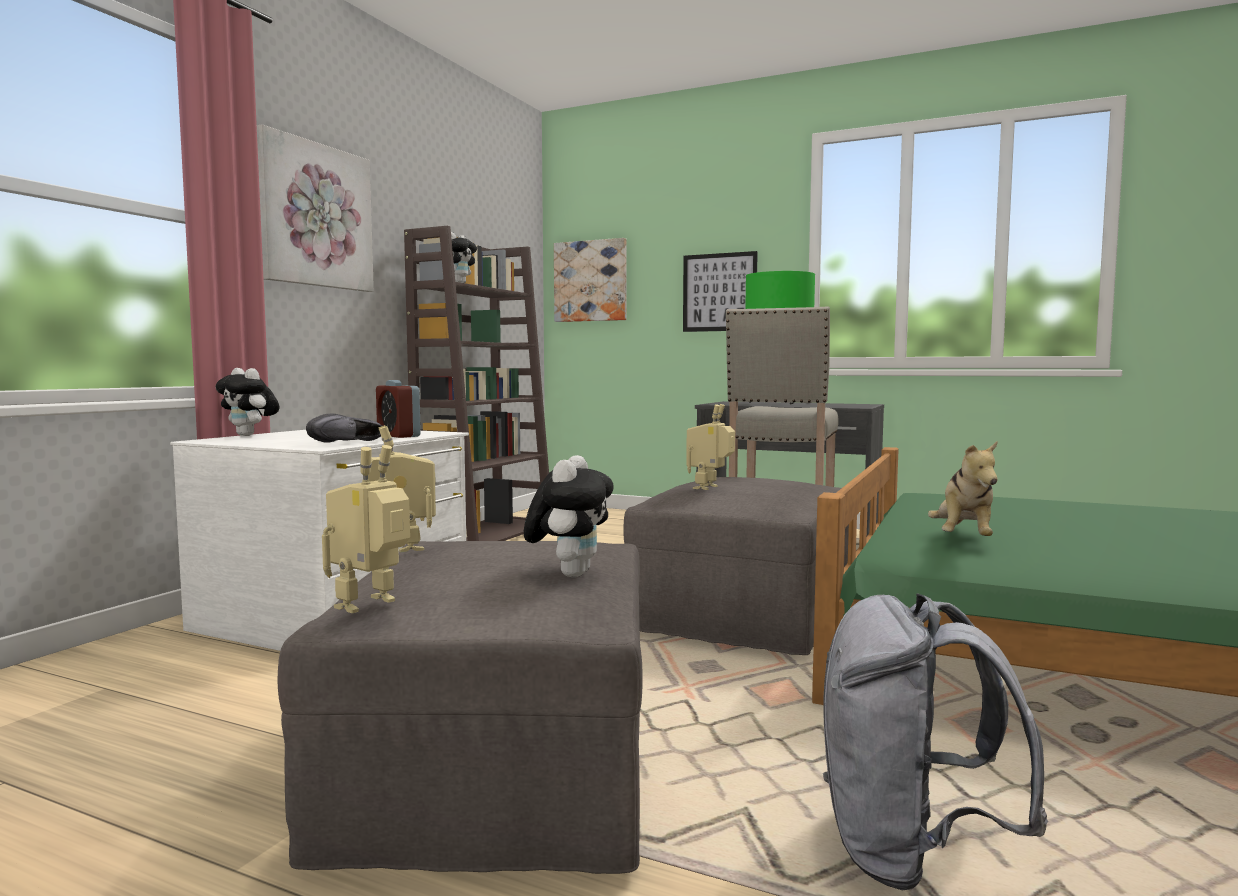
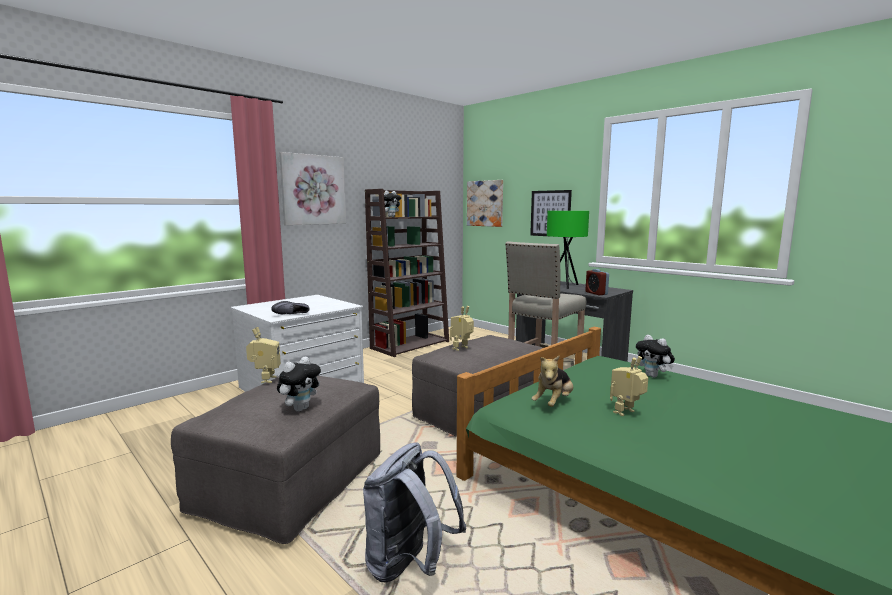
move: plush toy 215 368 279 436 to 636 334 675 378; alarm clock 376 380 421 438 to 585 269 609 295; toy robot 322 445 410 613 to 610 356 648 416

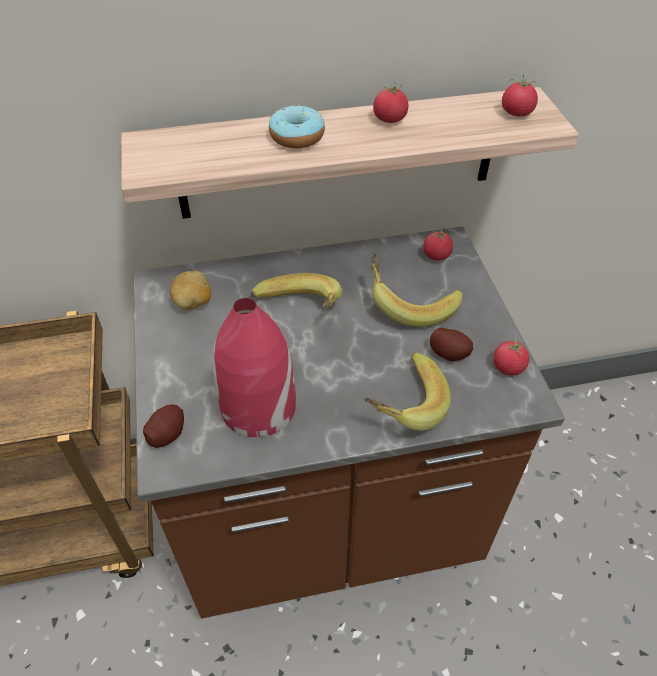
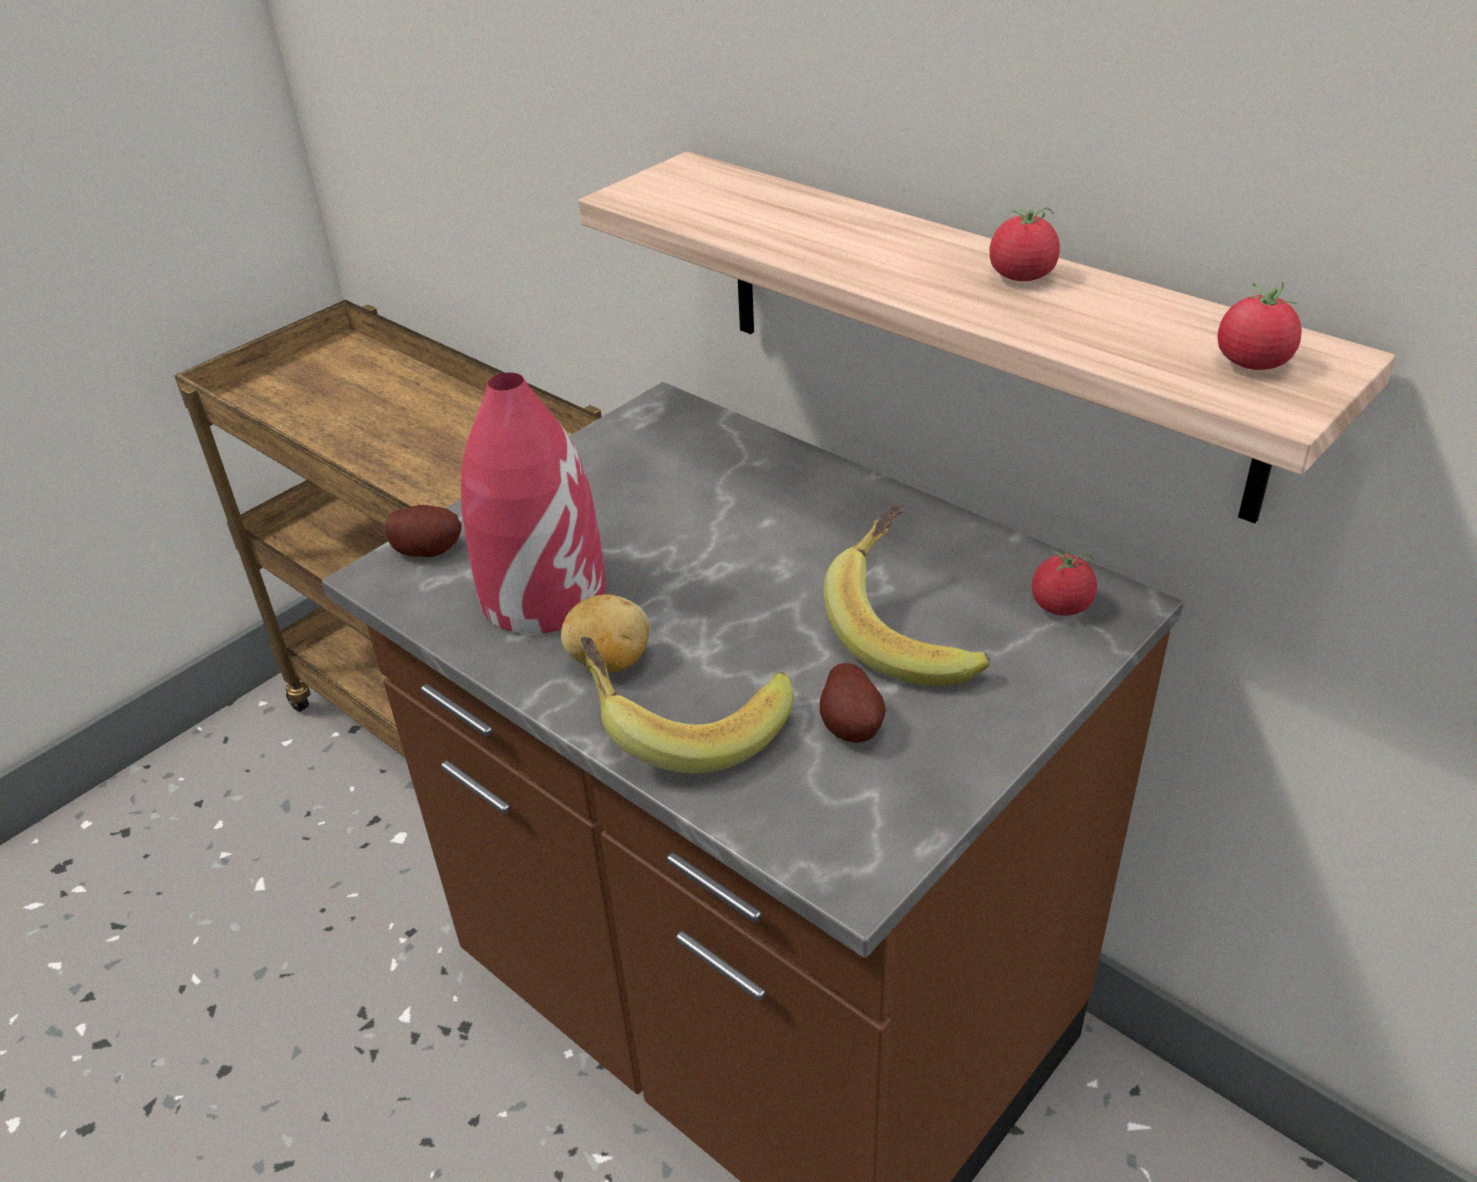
delete: donut 269 105 325 148; banana 251 273 343 311; tomato 493 336 529 375
move: potato 170 271 211 310 to 561 595 650 672

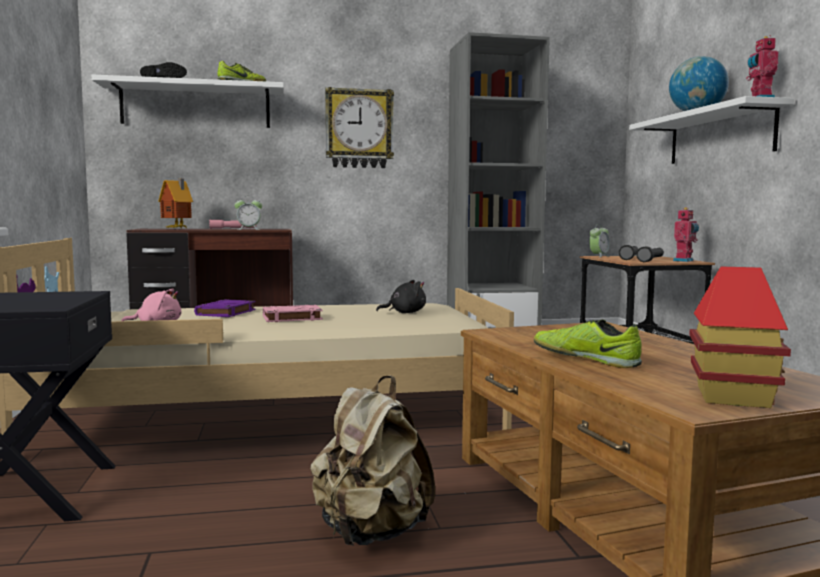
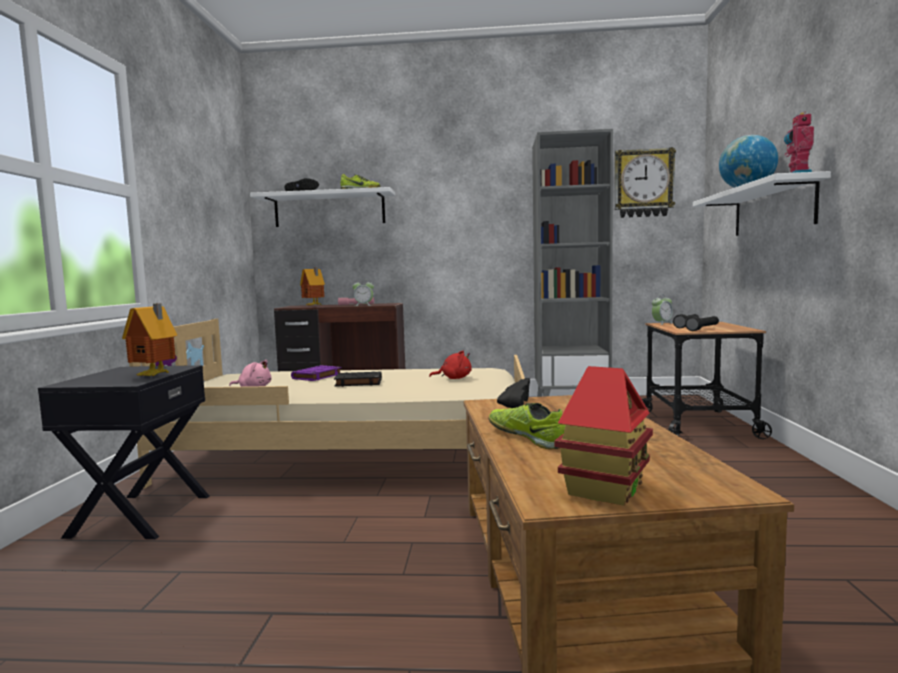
delete: toy robot 673 207 699 262; beige backpack 310 375 435 546
insert: toy house 122 303 177 376; black shoe 497 378 530 408
move: wall clock 325 87 394 168 to 614 147 676 218
recolor: black plush toy 376 280 426 313 to red plush toy 429 350 471 379; pink book 263 304 323 322 to black book 334 371 382 387

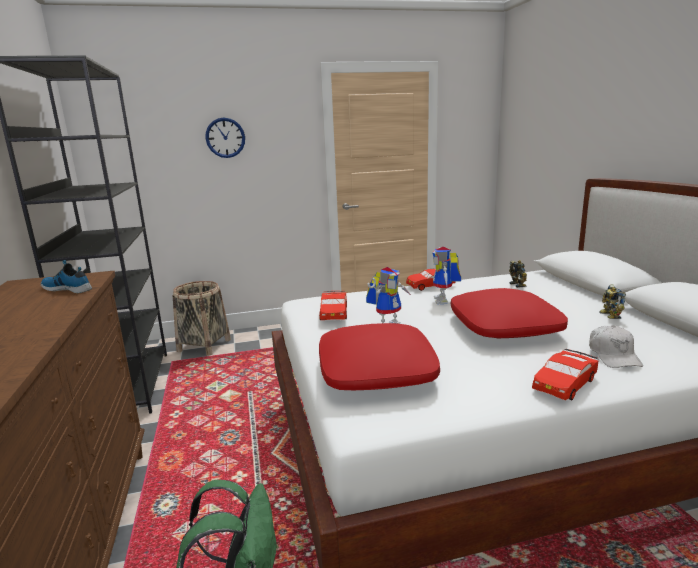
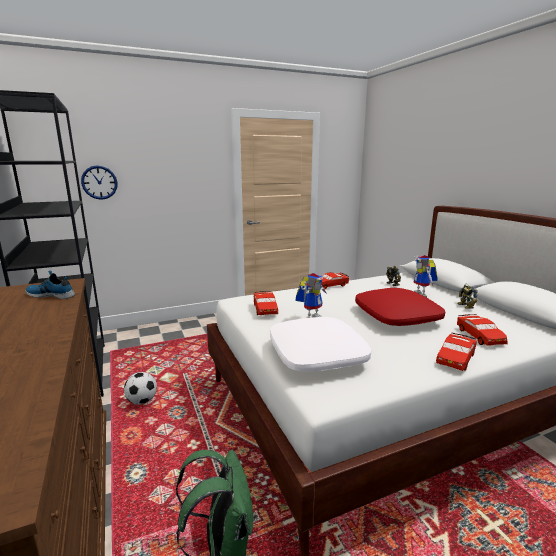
delete: basket 173 281 231 356
insert: football 124 372 157 405
move: wall clock 205 118 245 158 to 81 165 118 200; toy robot 432 247 461 304 to 414 255 438 298
replace: white cap 589 325 643 368 to red toy car 457 314 508 346
recolor: red pillow 319 323 440 390 to white pillow 270 317 371 372

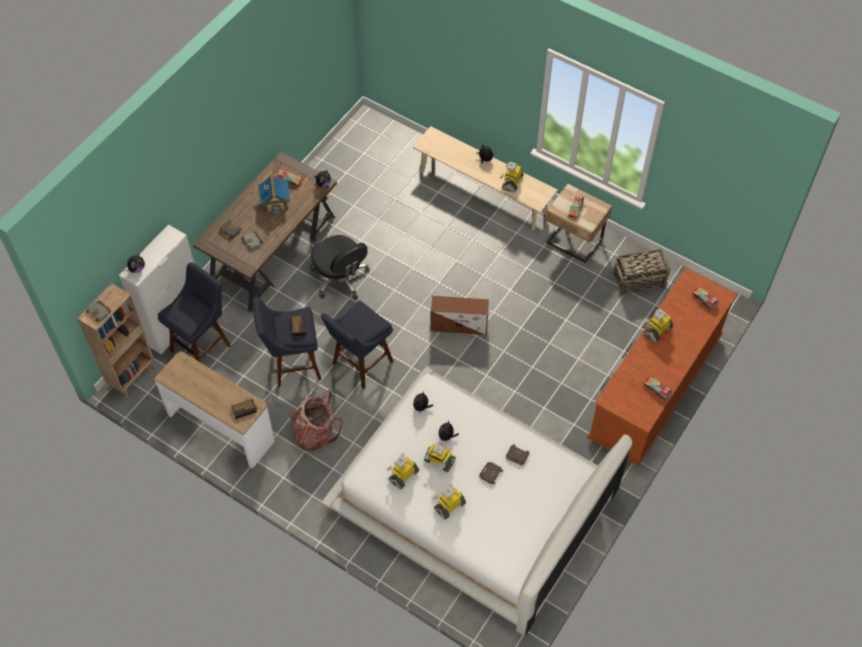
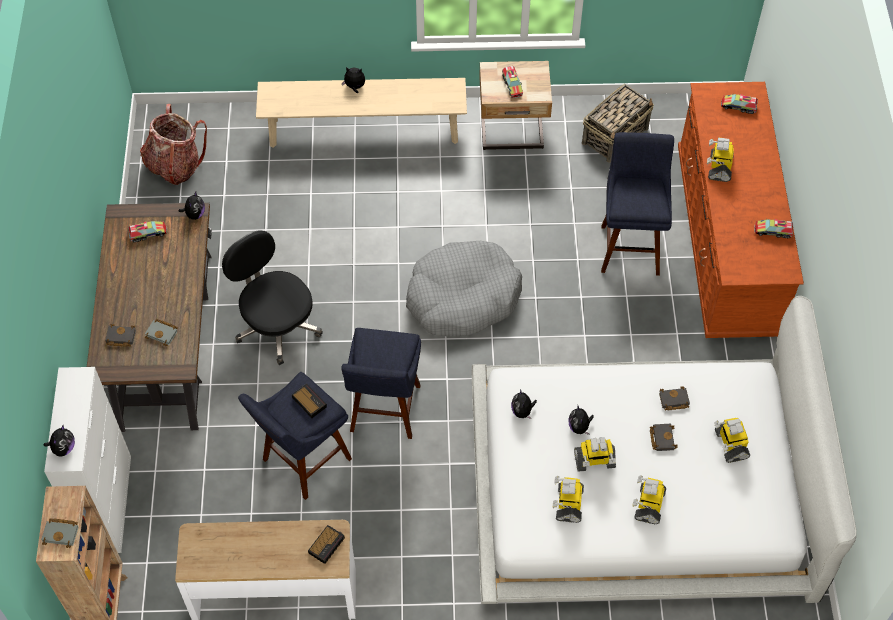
delete: toy house 258 174 290 215
move: toy robot 500 162 524 193 to 714 418 750 463; blue stool 158 262 231 363 to 601 132 674 276; backpack 290 390 343 451 to 140 104 207 185
replace: brown storage box 431 296 489 335 to grey dog bed 406 241 522 336
rotate: black office chair 310 235 369 299 = 222 230 323 365 150 degrees counterclockwise

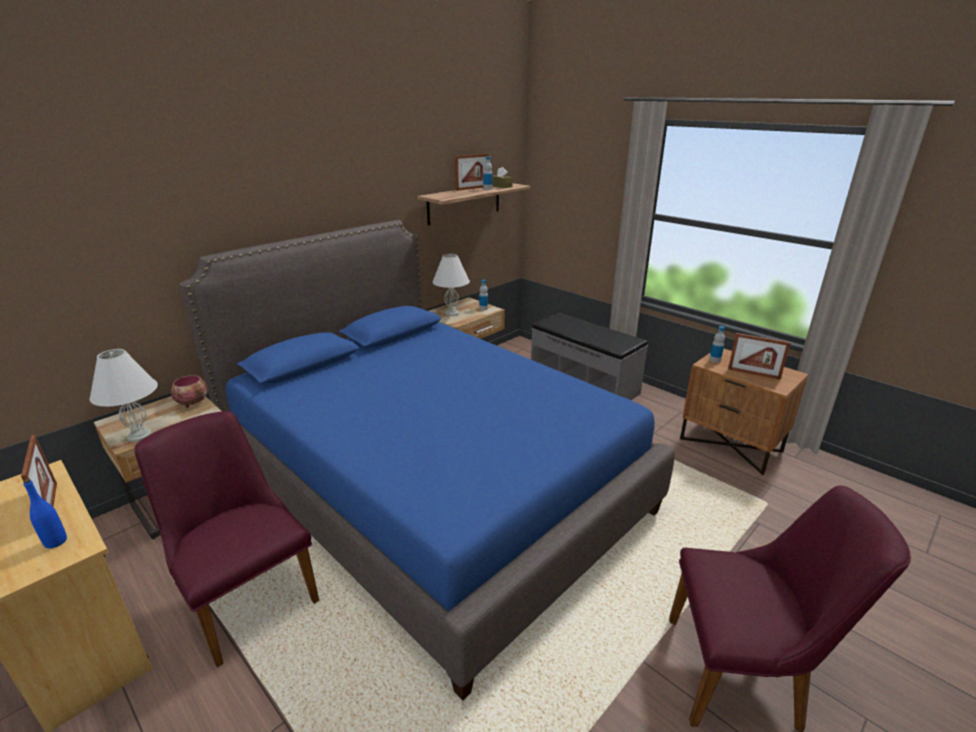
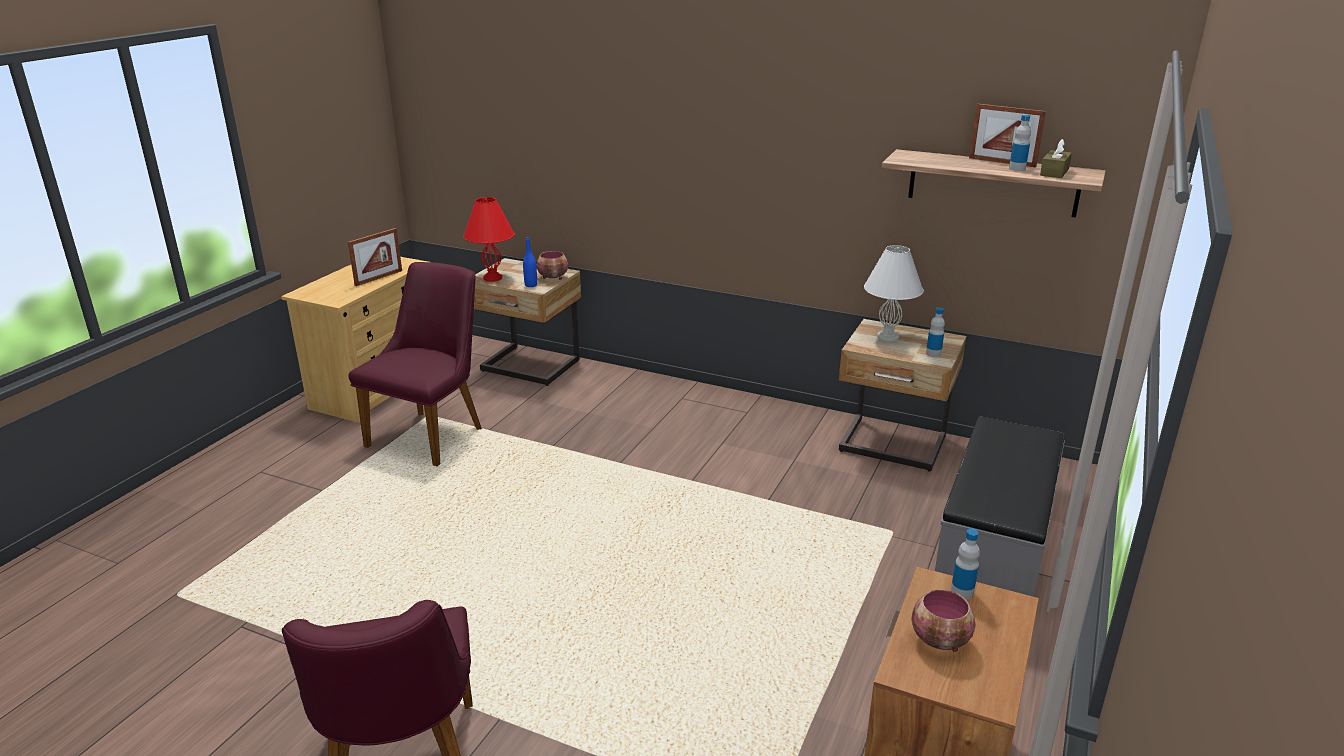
delete: blue bed 179 220 675 700
move: blue bottle 23 479 67 548 to 523 237 537 287
replace: picture frame 728 333 791 380 to bowl 912 589 975 652
recolor: white table lamp 89 349 158 442 to red table lamp 463 197 515 282

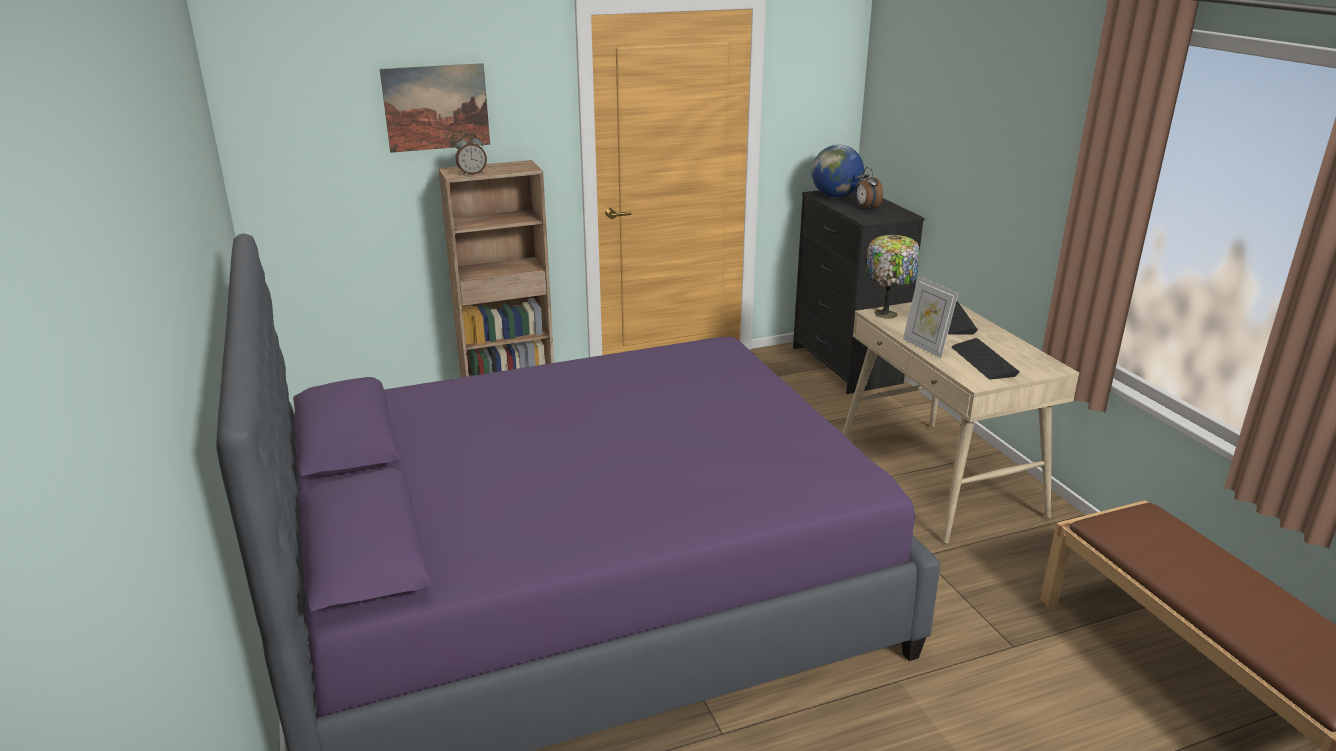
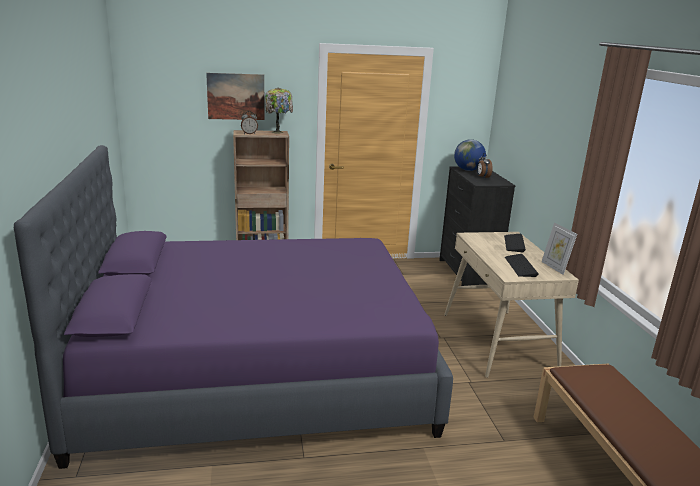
move: table lamp 866 235 920 319 to 265 87 293 134; picture frame 903 276 958 358 to 542 222 577 275

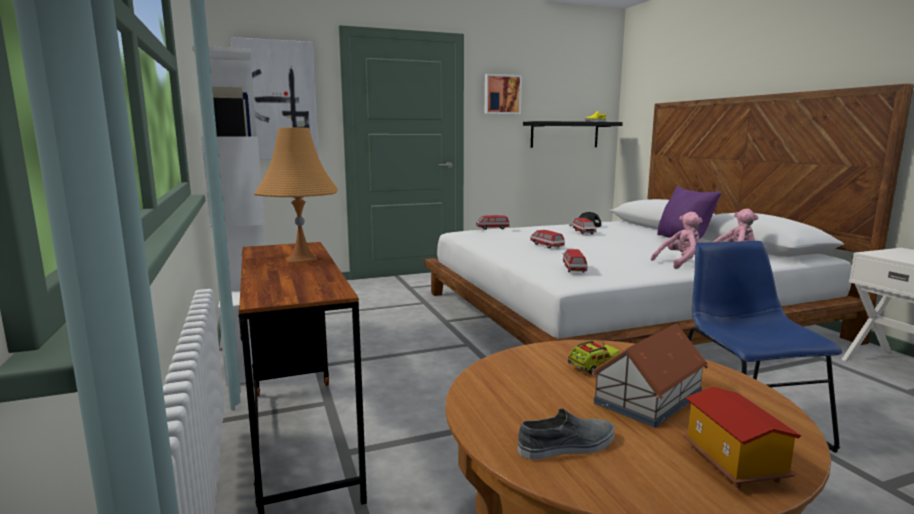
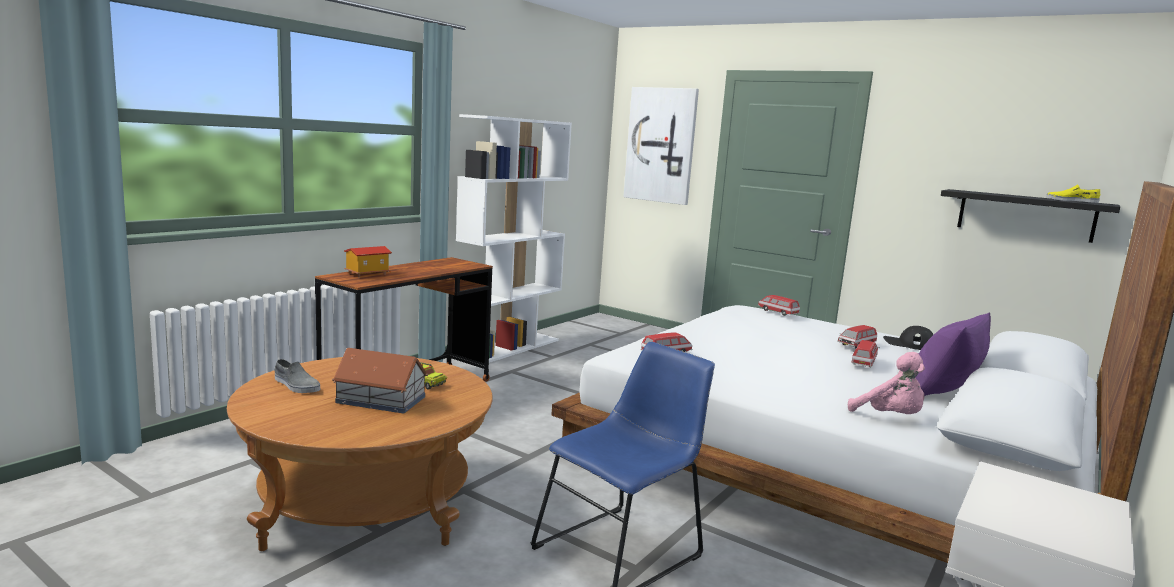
delete: picture 485 74 522 114; orange table lamp 254 128 338 263; pink plush toy 651 212 702 269
move: toy car 530 230 565 248 to 851 340 880 367; toy house 683 386 802 488 to 344 246 392 277

